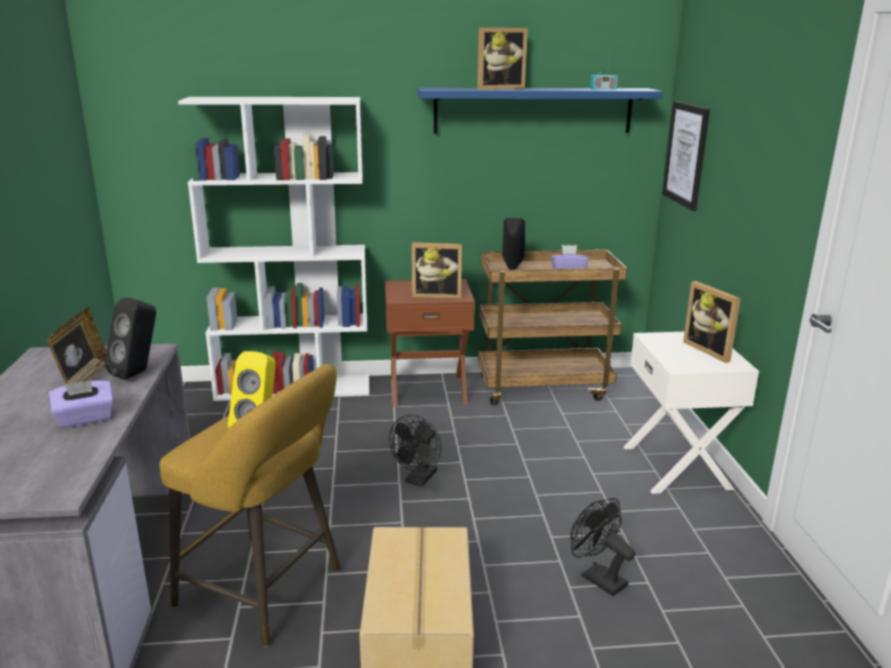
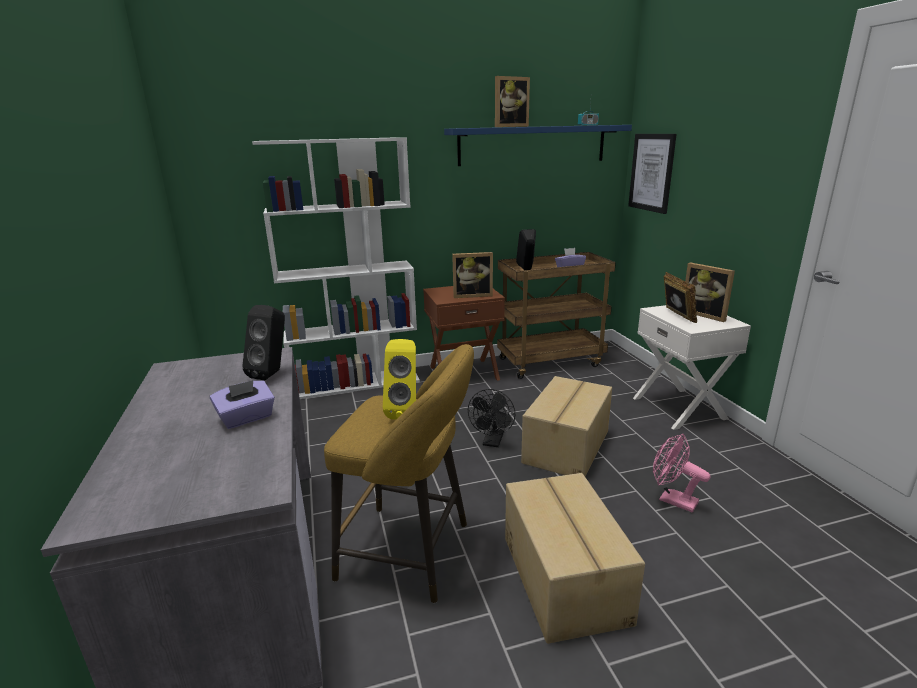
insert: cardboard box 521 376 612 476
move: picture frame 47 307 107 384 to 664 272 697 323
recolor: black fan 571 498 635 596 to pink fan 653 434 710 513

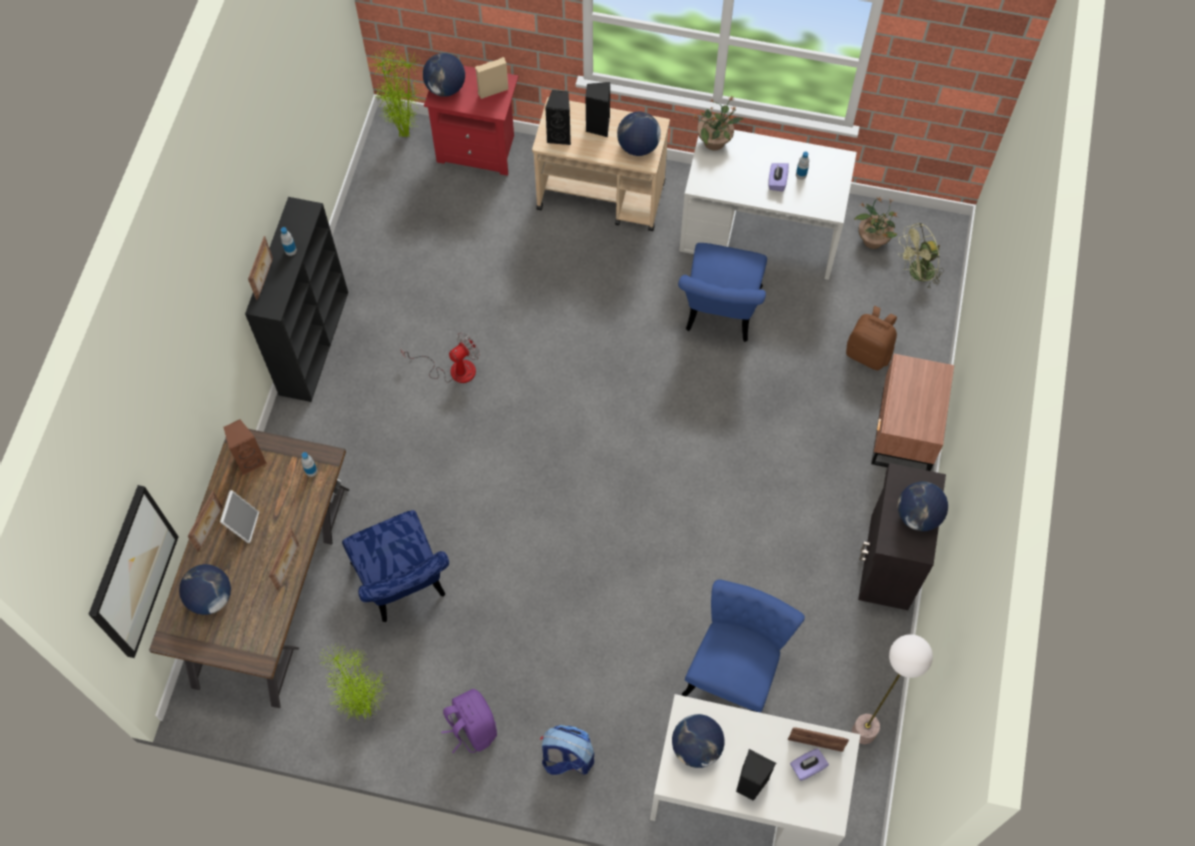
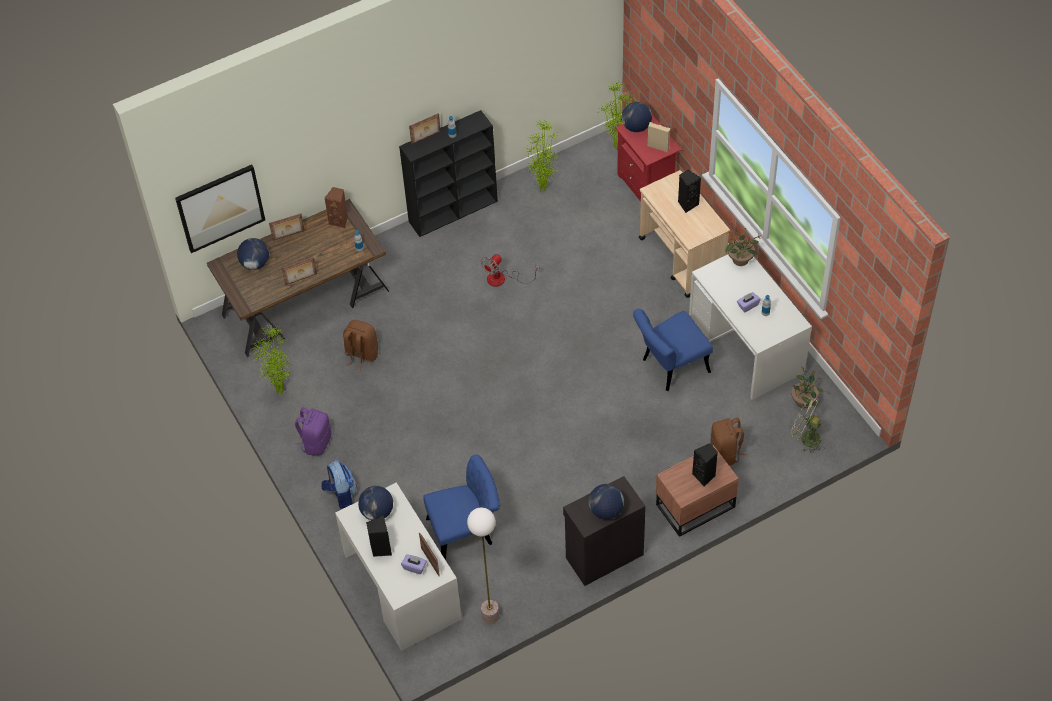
delete: globe 617 112 661 156; picture frame 220 490 260 543
insert: potted plant 525 118 558 193
move: black speaker 545 90 571 145 to 692 443 718 487
replace: blue chair 342 510 449 622 to brown backpack 343 320 378 370
rotate: fan 401 333 480 383 = 481 254 540 287 120 degrees clockwise

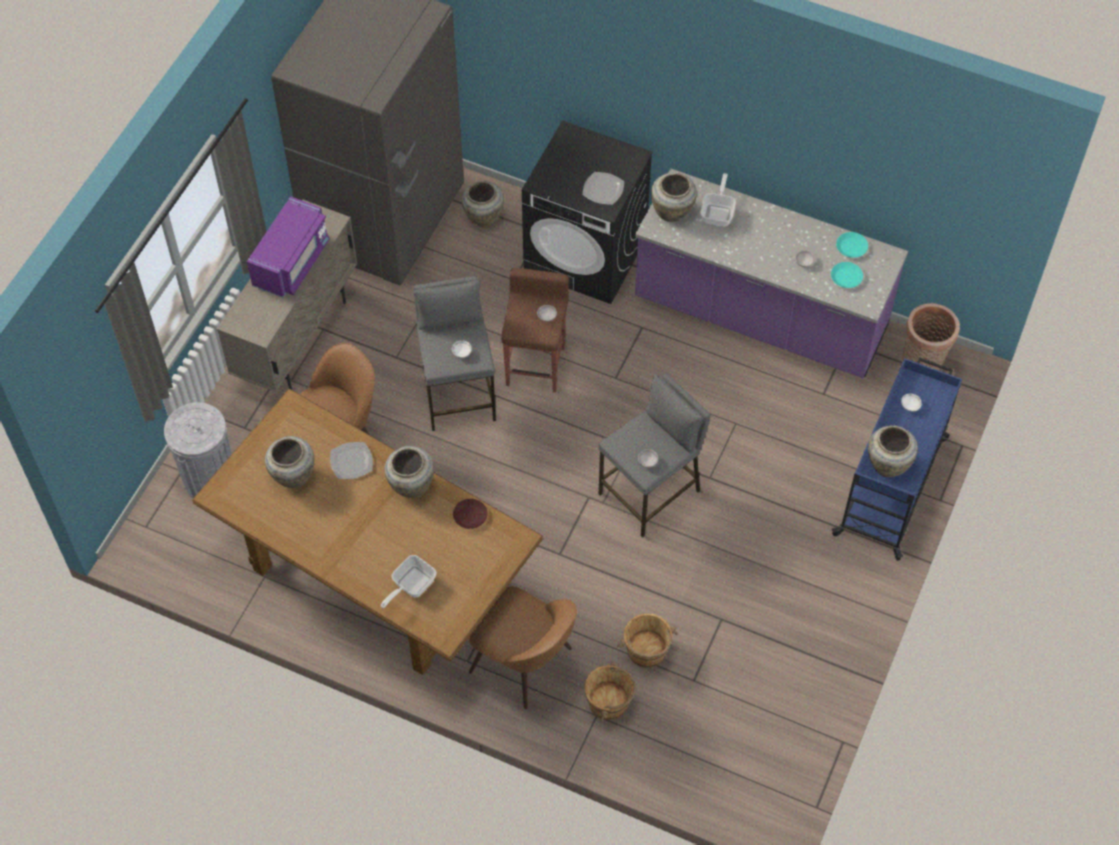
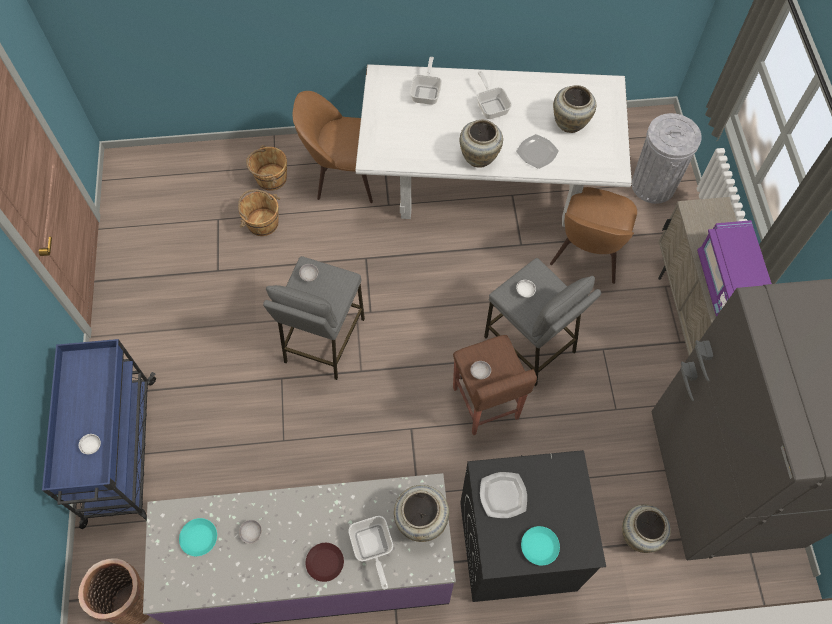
delete: beige vase 868 425 918 477
insert: frying pan 477 71 512 119
move: turquoise plate 836 232 868 258 to 521 526 560 565; brown plate 453 499 488 529 to 306 543 344 582
recolor: brown dining table 192 389 543 675 to white dining table 355 64 632 227

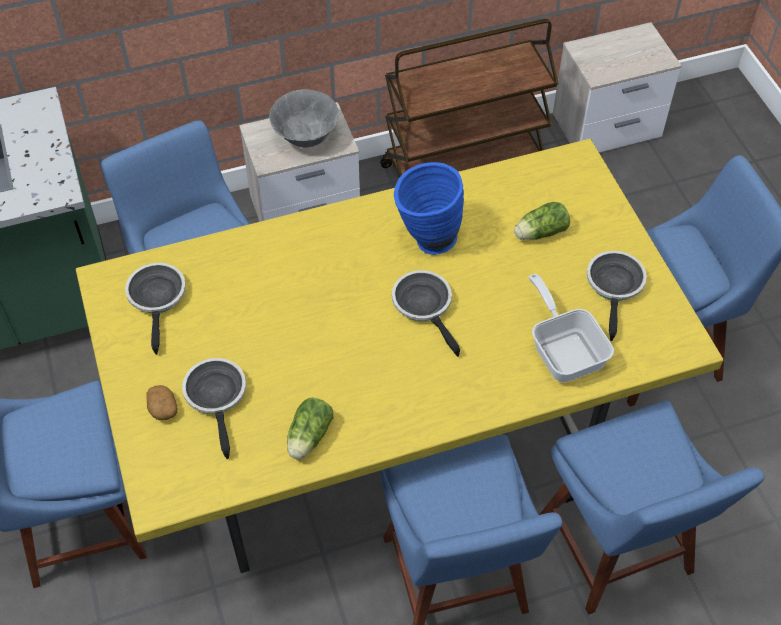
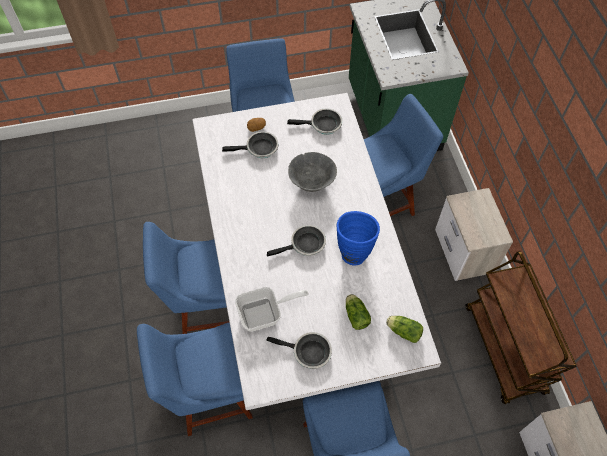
move: grey bowl 269 89 339 148 to 288 152 337 192; lettuce 287 397 334 459 to 386 316 423 343
recolor: yellow dining table 76 139 723 573 to white dining table 192 93 441 410

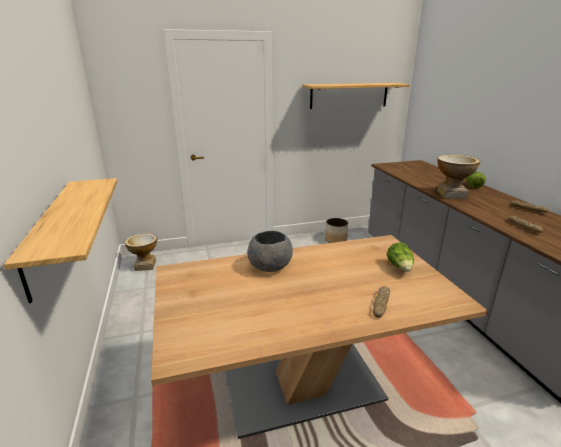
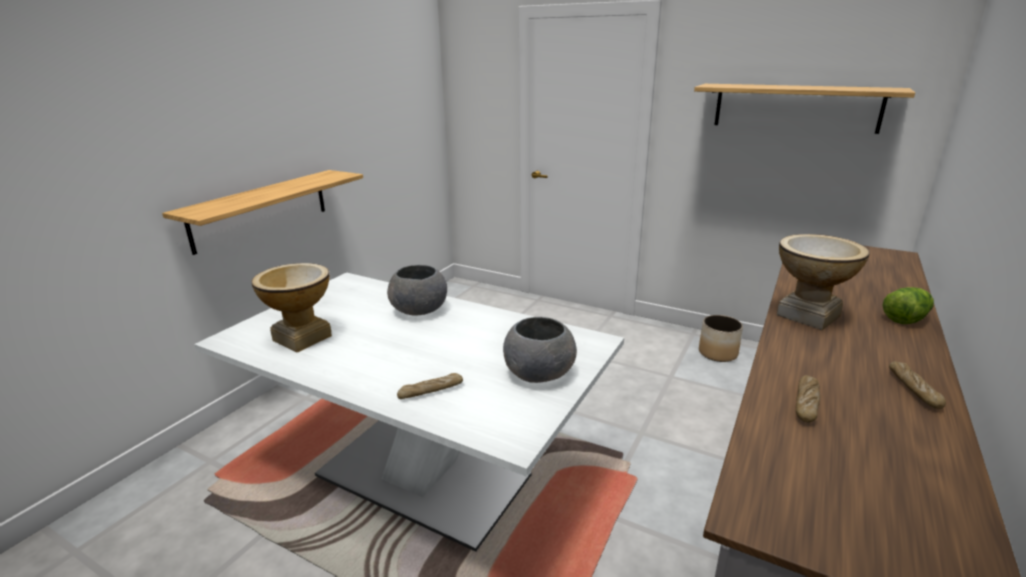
move: vase 124 233 157 271 to 252 263 332 353
replace: lettuce 387 242 414 272 to grey bowl 503 317 577 383
recolor: brown dining table 151 235 488 439 to white dining table 194 272 624 552

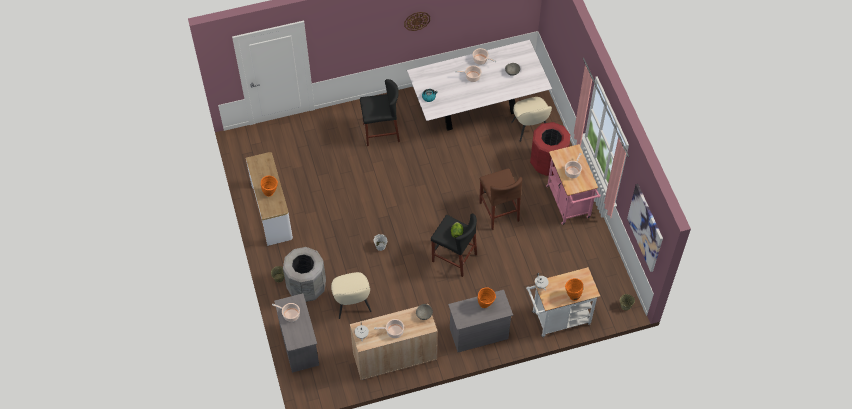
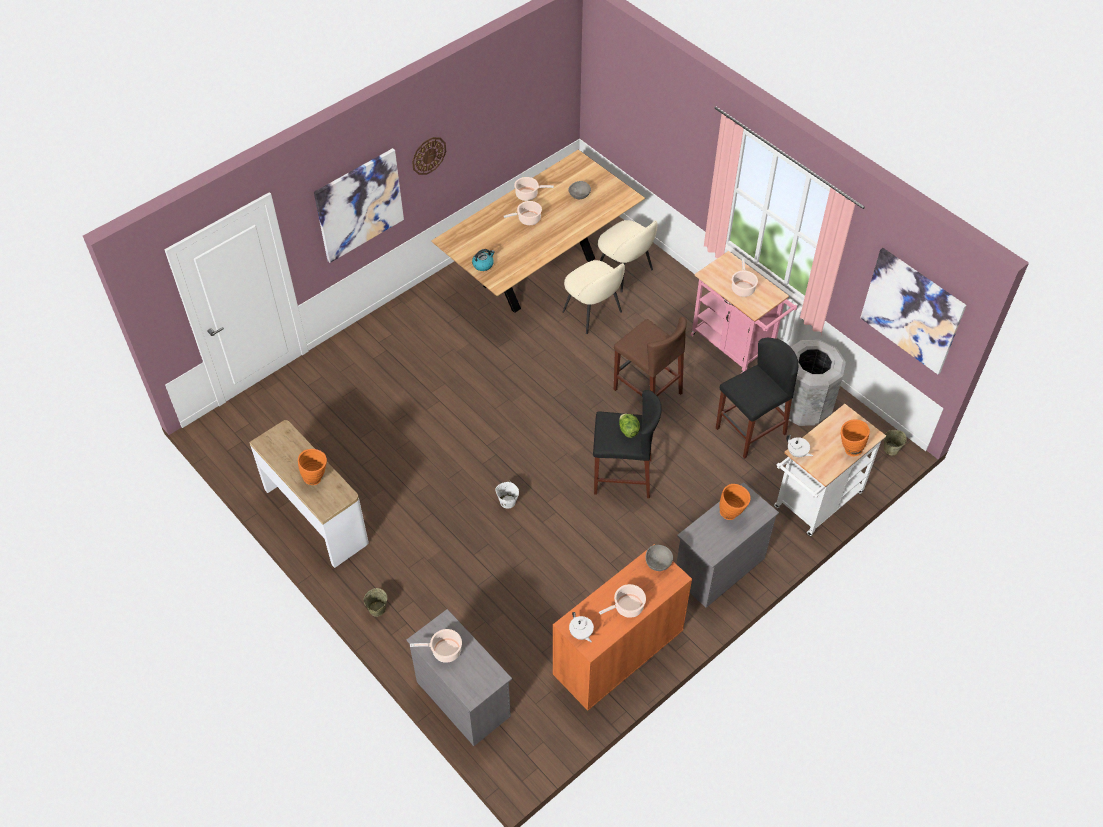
delete: red trash can 530 122 570 176
insert: picture 314 148 404 263
move: black stool 360 79 400 146 to 716 338 798 459; grey trash can 283 247 326 302 to 778 340 846 426; beige chair 331 272 372 319 to 562 260 625 334
recolor: white dining table 407 40 552 131 to brown dining table 431 150 645 313; beige cabinet 350 304 438 380 to orange cabinet 553 544 692 711

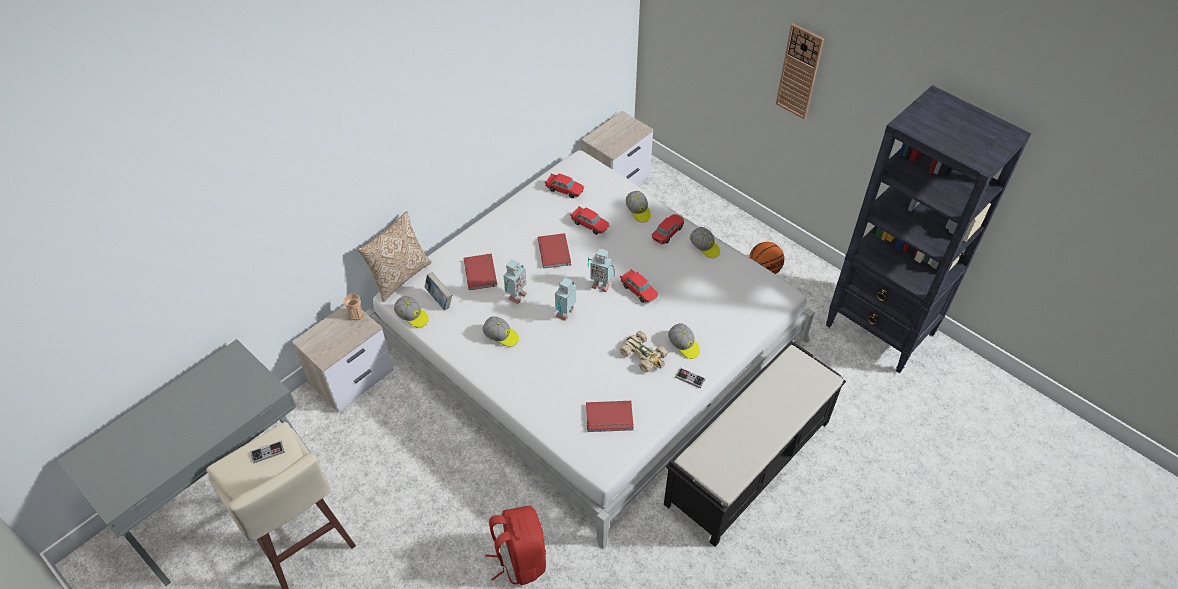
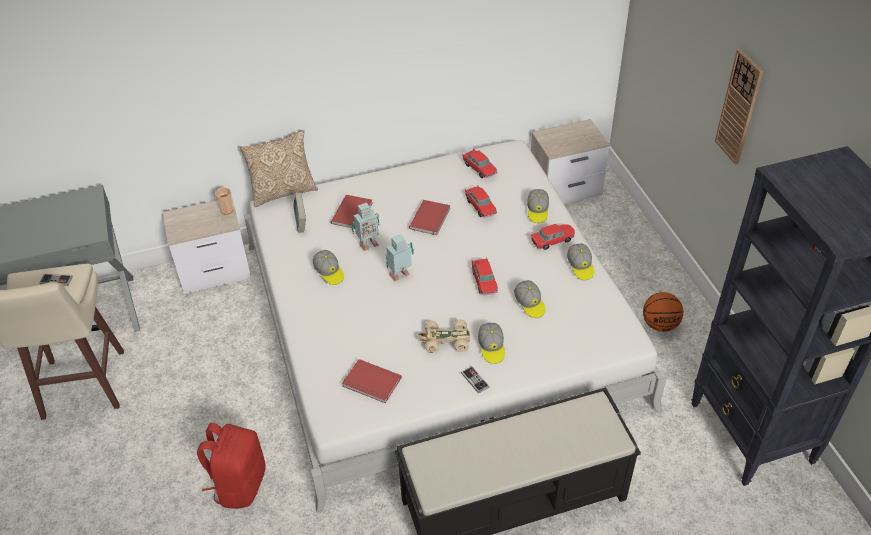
delete: toy robot 588 248 615 292
move: cap 394 296 429 328 to 514 280 546 318
rotate: beige toy car 619 331 667 372 = 418 319 470 353 105 degrees clockwise

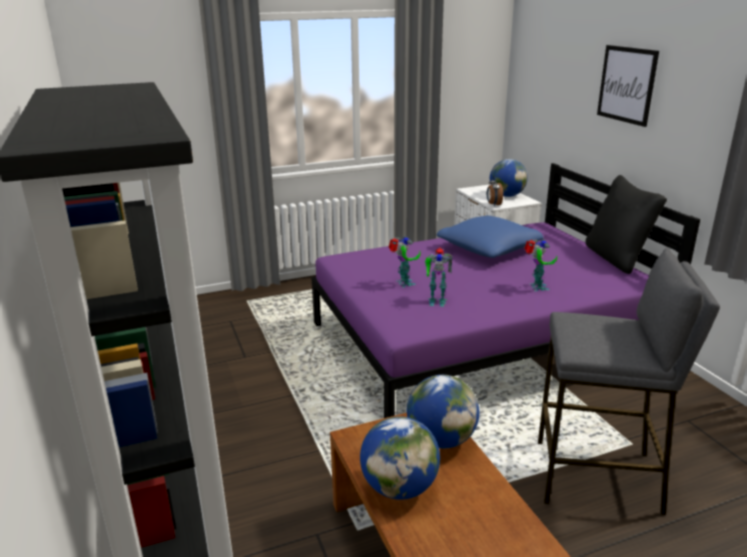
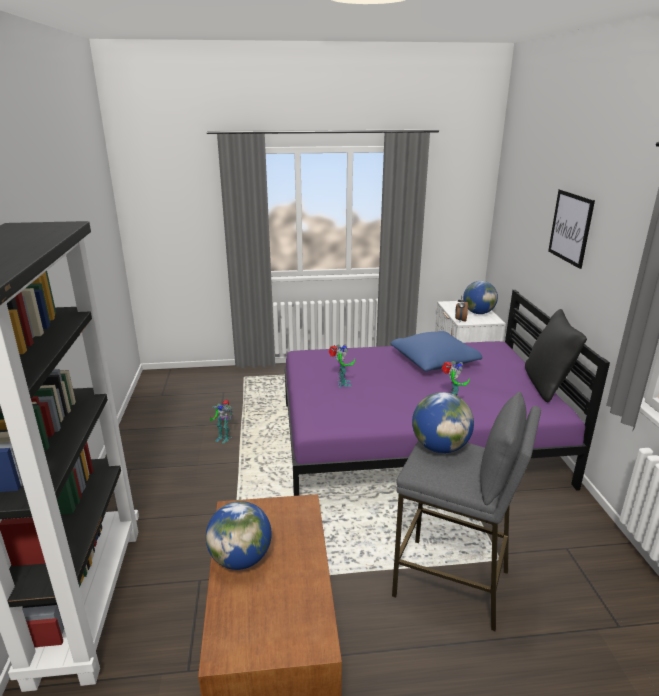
move: toy robot 425 248 453 307 to 210 400 233 443; globe 407 375 480 448 to 412 392 474 453

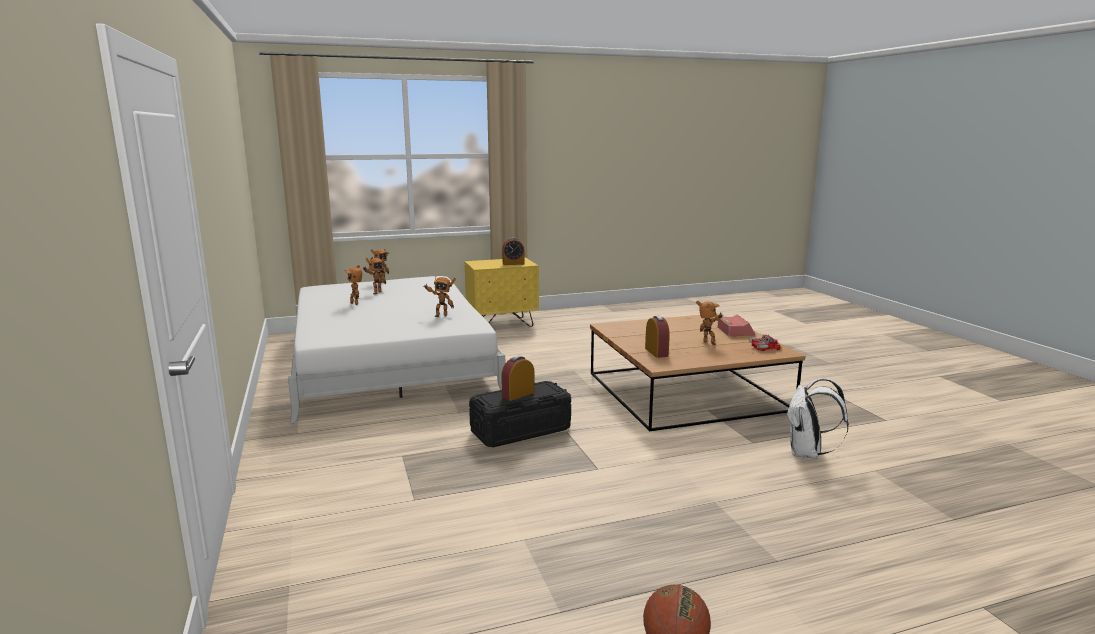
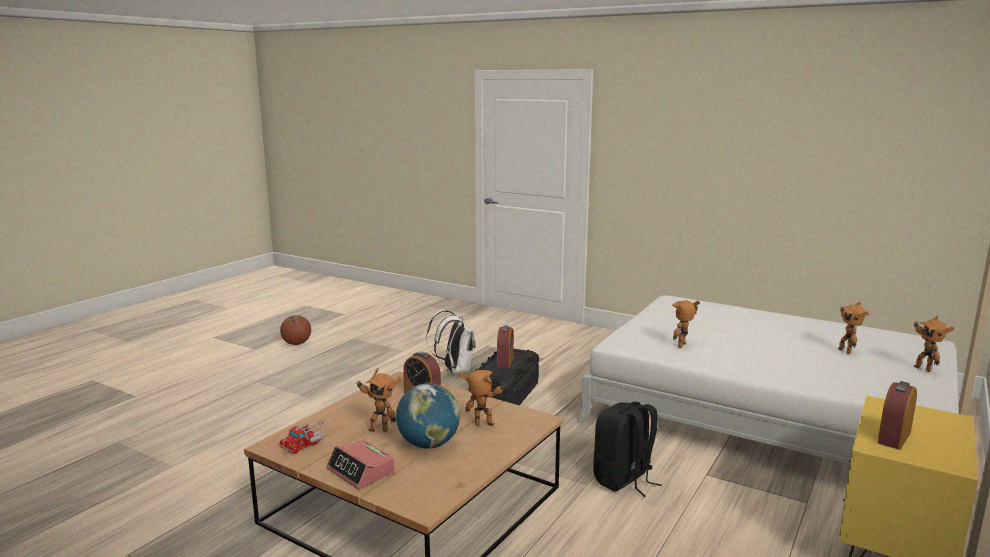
insert: globe 396 383 460 448; black backpack 593 401 662 497
move: toy robot 345 265 362 305 to 459 370 507 426; white backpack 786 378 849 459 to 426 310 476 374

